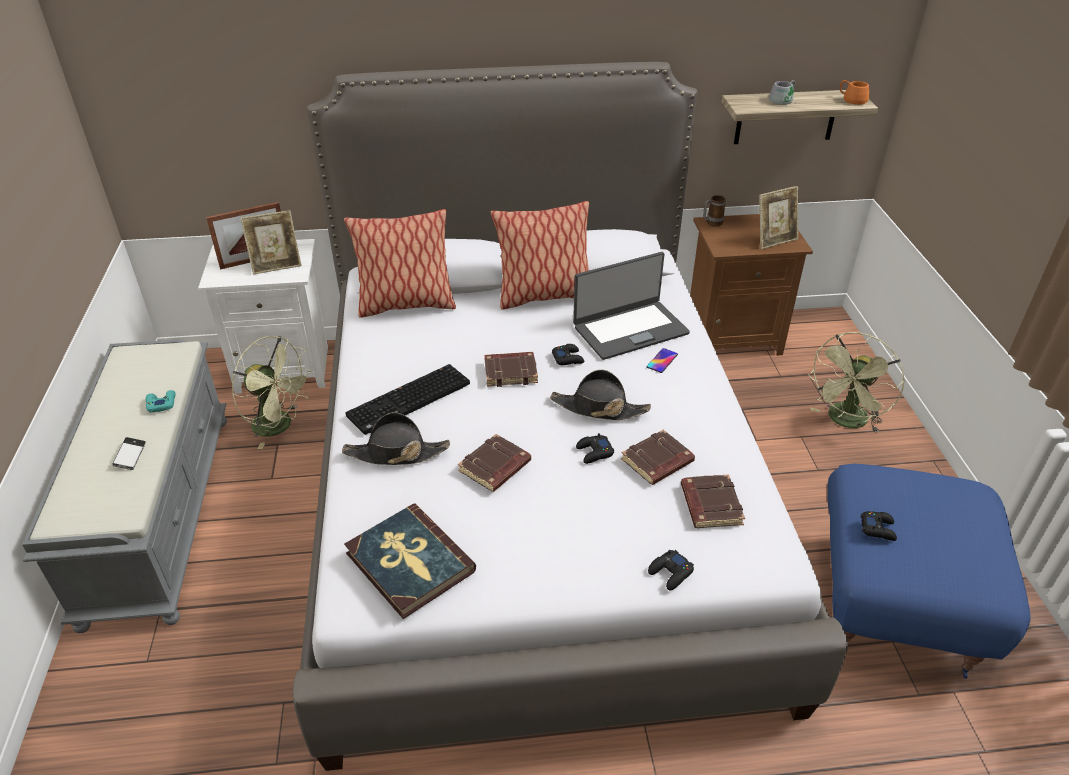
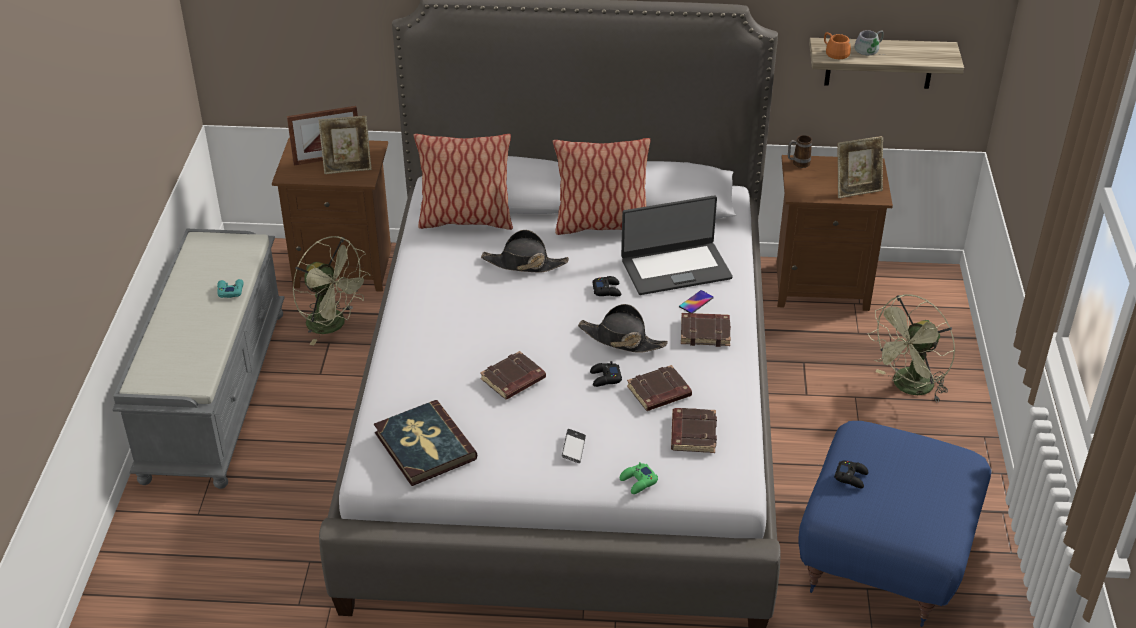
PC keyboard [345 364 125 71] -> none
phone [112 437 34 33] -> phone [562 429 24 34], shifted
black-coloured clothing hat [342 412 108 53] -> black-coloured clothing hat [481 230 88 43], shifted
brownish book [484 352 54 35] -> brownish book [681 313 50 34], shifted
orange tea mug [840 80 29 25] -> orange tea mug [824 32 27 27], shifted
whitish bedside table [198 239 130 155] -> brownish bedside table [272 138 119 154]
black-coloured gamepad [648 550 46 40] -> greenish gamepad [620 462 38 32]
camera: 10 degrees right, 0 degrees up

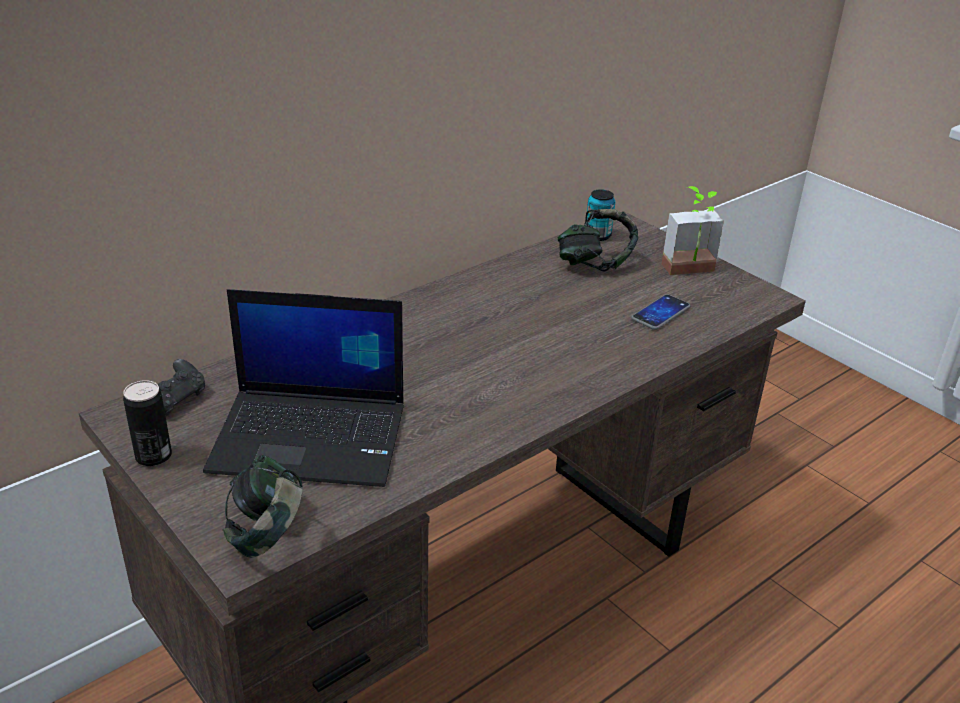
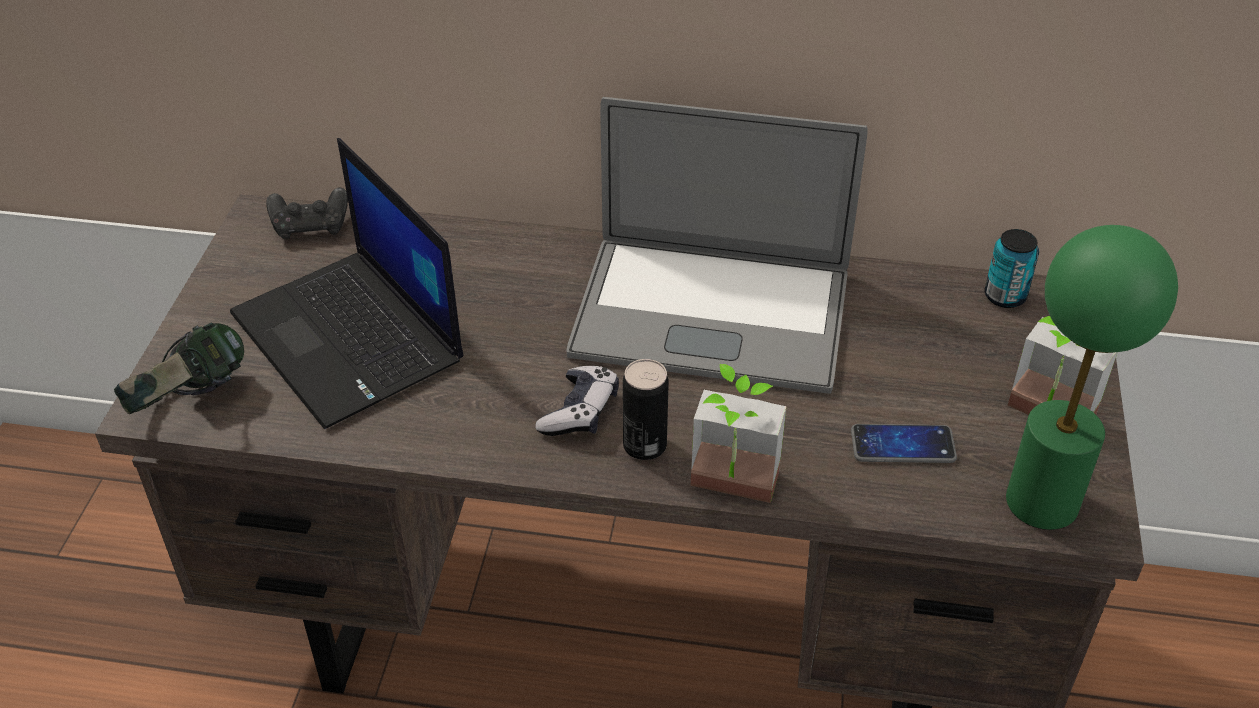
headphones [558 209 80 62] -> none
none -> gamepad [535 366 84 70]
none -> laptop [567 97 301 297]
none -> houseplant [691 364 96 139]
none -> greenish lamp for a table [1006 225 172 305]
can [123 380 49 86] -> can [623 359 46 101], shifted
camera: 50 degrees right, 10 degrees up

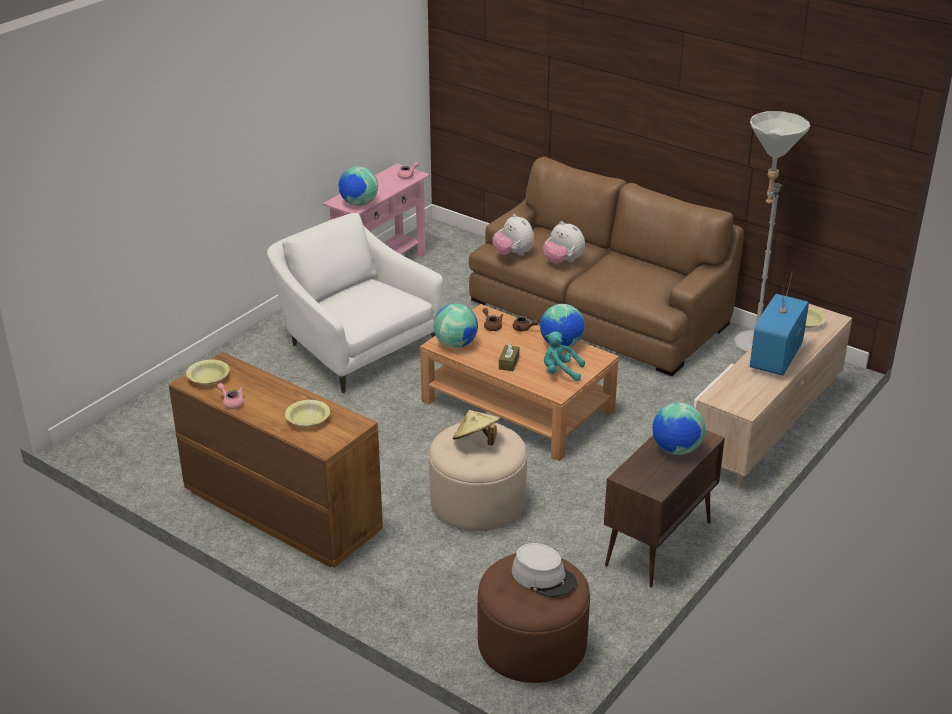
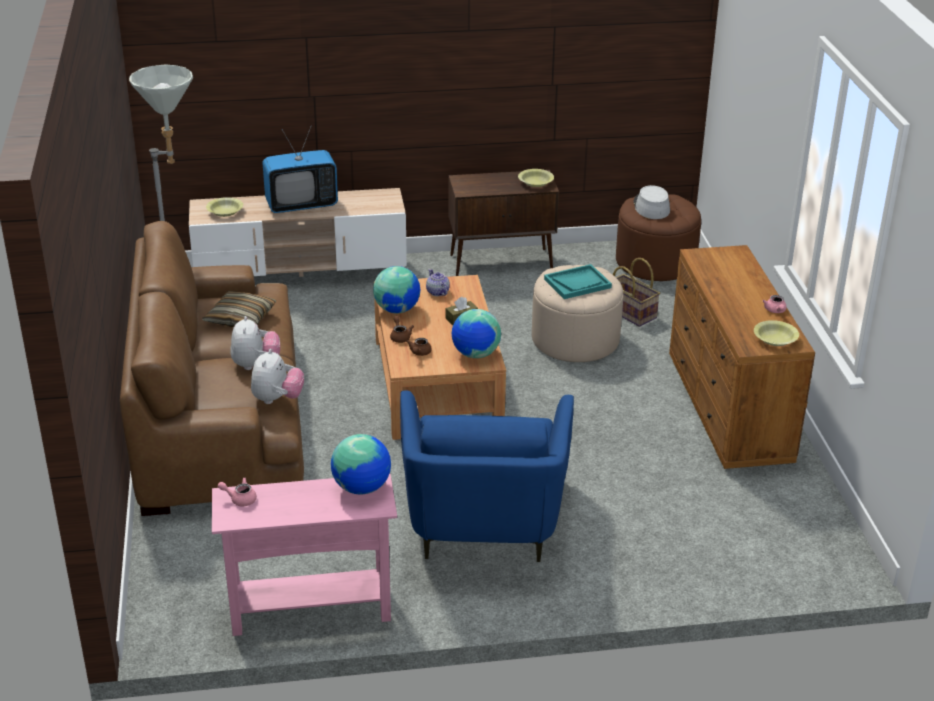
globe [652 402 53 53] -> none
none -> pillow [202 291 74 37]
none -> household basket [613 258 47 69]
yellow deep dish [285 400 45 27] -> yellow deep dish [518 169 36 18], shifted
sand-coloured clothing hat [453 410 47 36] -> blue-green tray [544 264 68 35]
blue-green plush toy [544 331 41 50] -> teapot [426 269 24 27]
whitish lounge chair [267 213 176 180] -> blue lounge chair [400 391 174 171]
camera: 135 degrees left, 0 degrees up

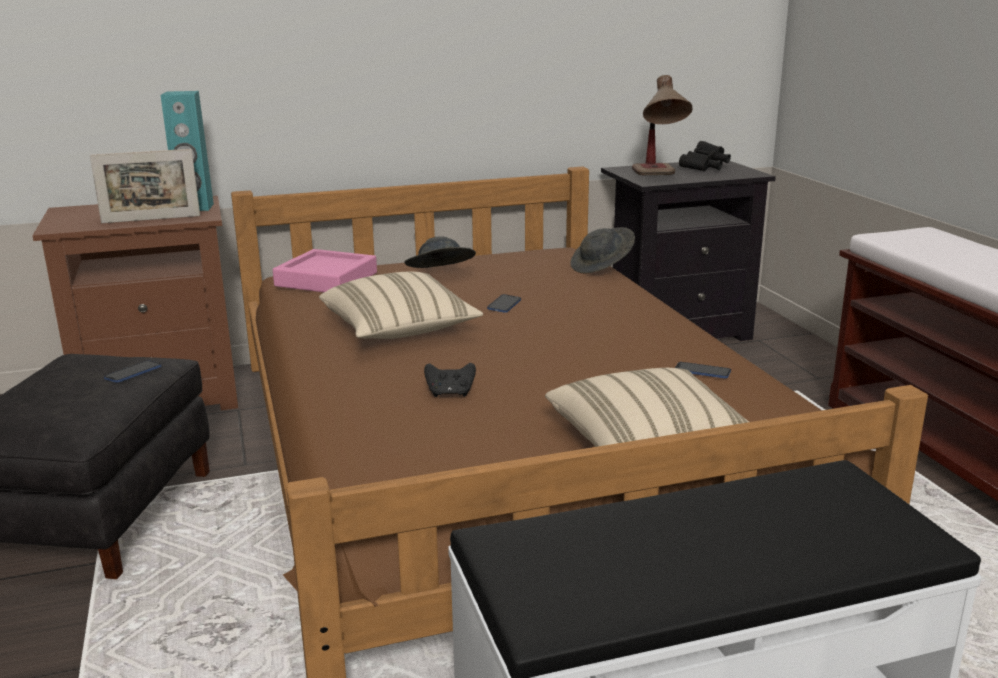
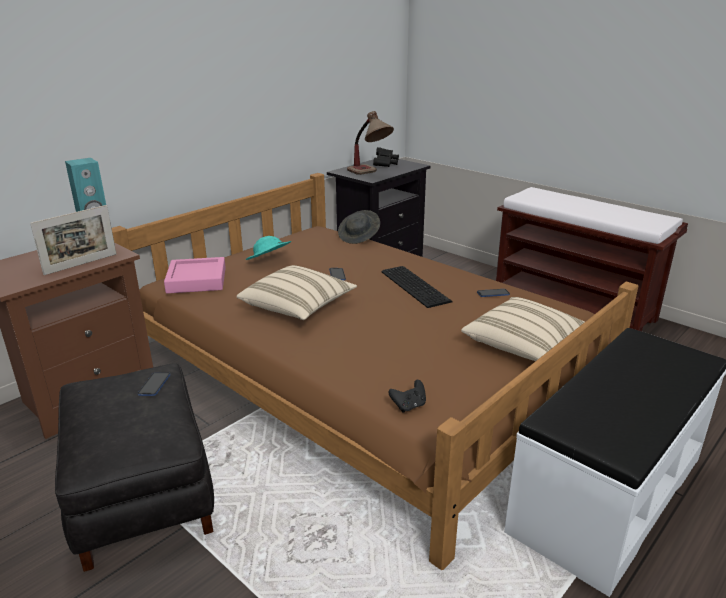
none -> PC keyboard [381 266 72 42]
black-coloured gamepad [424 363 52 34] -> black-coloured gamepad [388 380 38 32], shifted
grey clothing hat [405 236 71 32] -> blue-green clothing hat [246 236 45 24]
camera: 30 degrees left, 5 degrees up

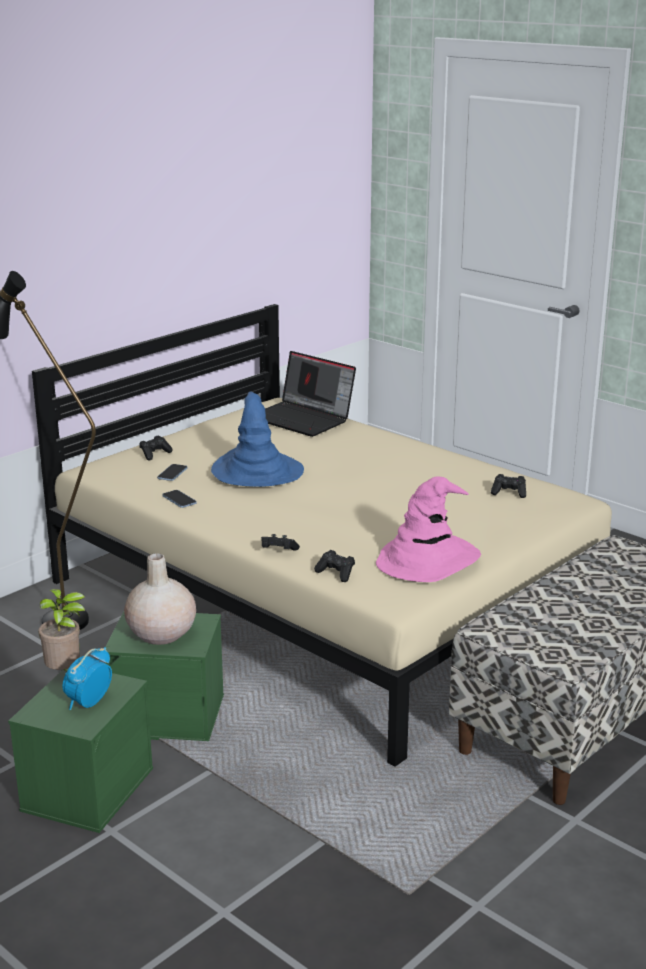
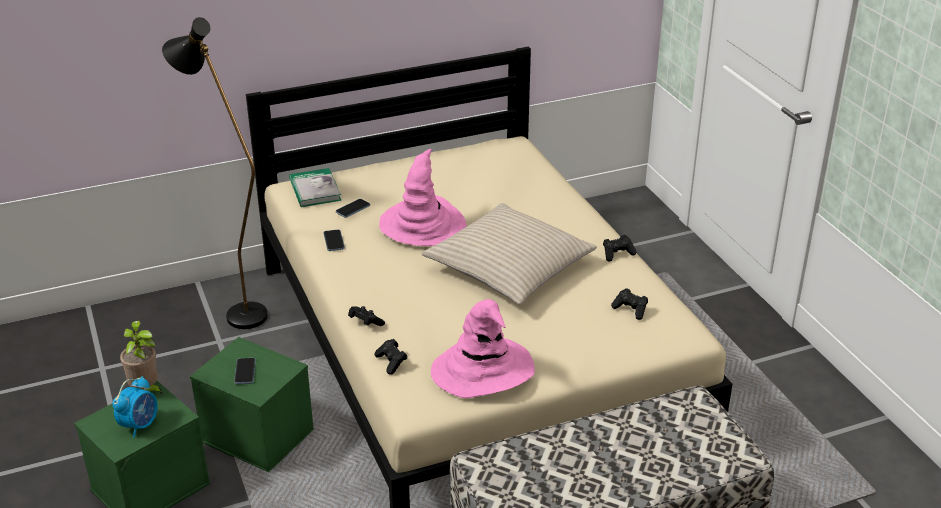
laptop [265 351 91 86] -> none
none -> book [289 168 52 39]
none -> sand-coloured pillow [421 203 176 101]
black-coloured gamepad [139 435 34 25] -> black-coloured gamepad [603 235 33 26], shifted
sand-coloured decorative vase [124 553 72 92] -> phone [234 358 22 26]
blue clothing hat [211 392 93 95] -> pinkish clothing hat [379 149 88 97]
bedside clock [62 647 50 63] -> bedside clock [112 376 46 62], 150 degrees clockwise
camera: 25 degrees right, 10 degrees up

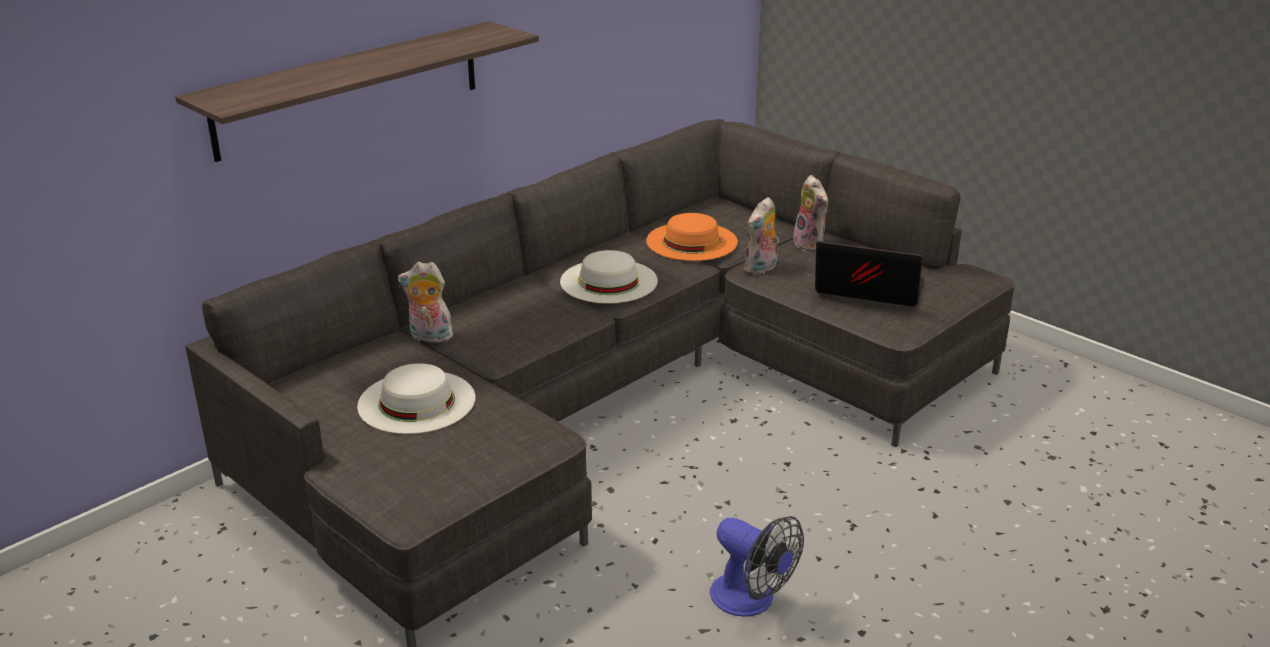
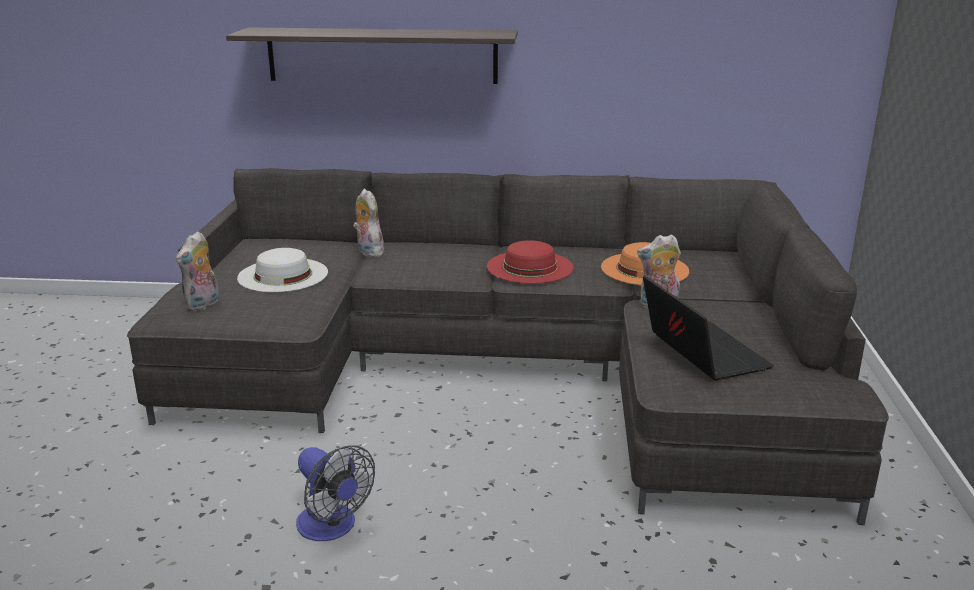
plush toy [793 175 35 76] -> plush toy [176 231 44 81], shifted
whitish clothing hat [560 250 98 54] -> reddish clothing hat [487 240 87 44]
fan [710 516 94 101] -> fan [296 446 79 95], 45 degrees counterclockwise
camera: 50 degrees right, 5 degrees down

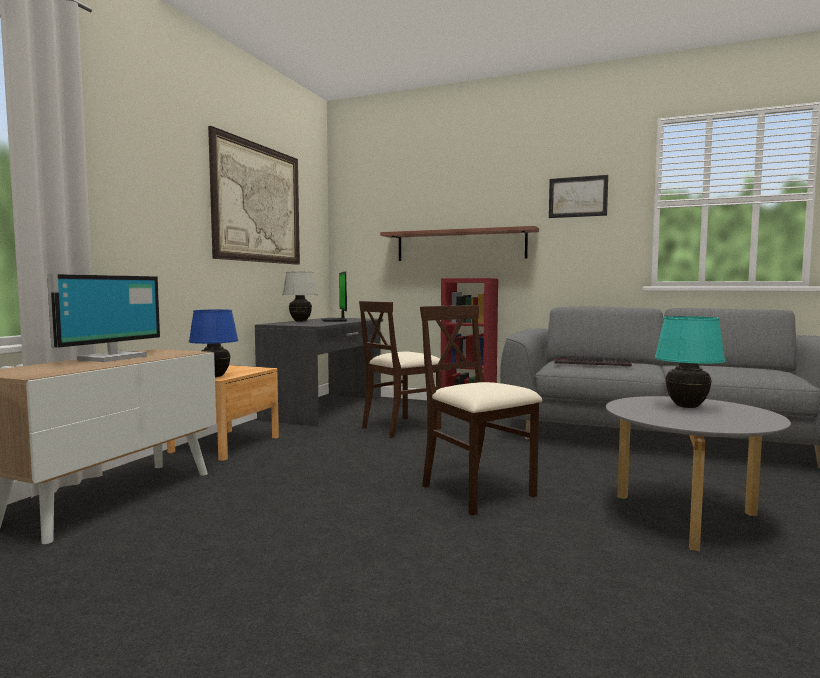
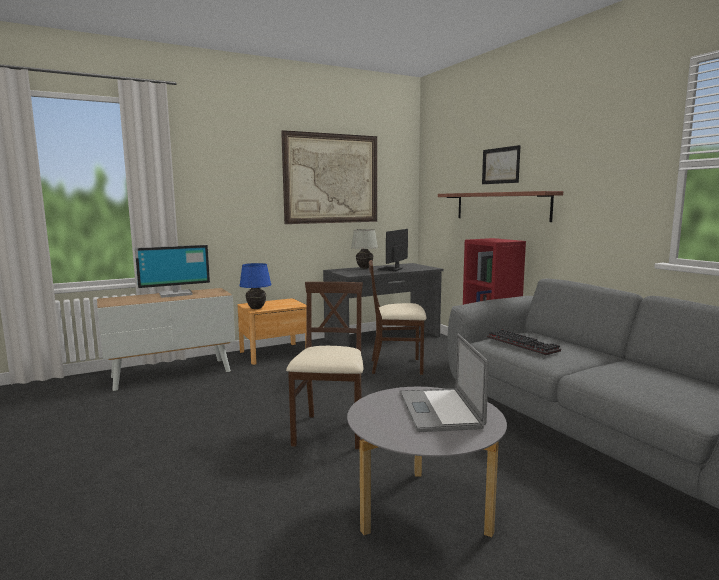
wall art [549 175 59 43] -> wall art [482 145 39 39], shifted
blue-green lamp for a table [655 316 71 92] -> laptop [400 334 89 98]
camera: 40 degrees right, 5 degrees up

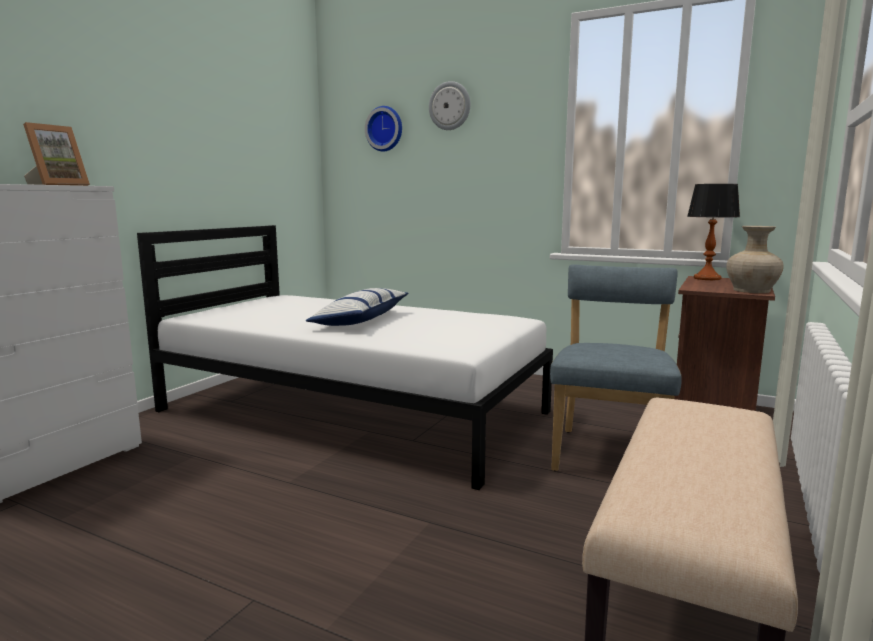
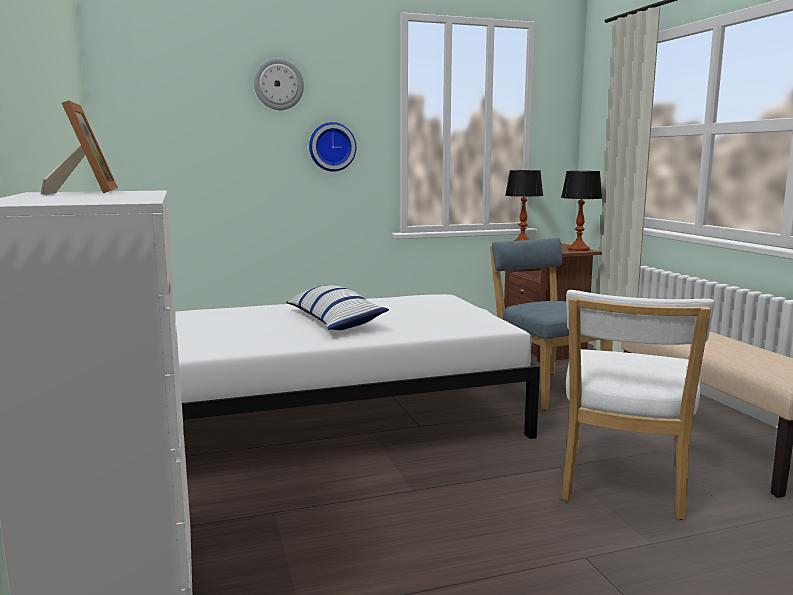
none -> whitish chair [562 290 153 230]
hanging clock [365 106 37 46] -> hanging clock [309 122 47 50], shifted
sand-coloured decorative vase [727 226 57 67] -> lamp for a table [561 171 41 80]
camera: 45 degrees left, 0 degrees up

